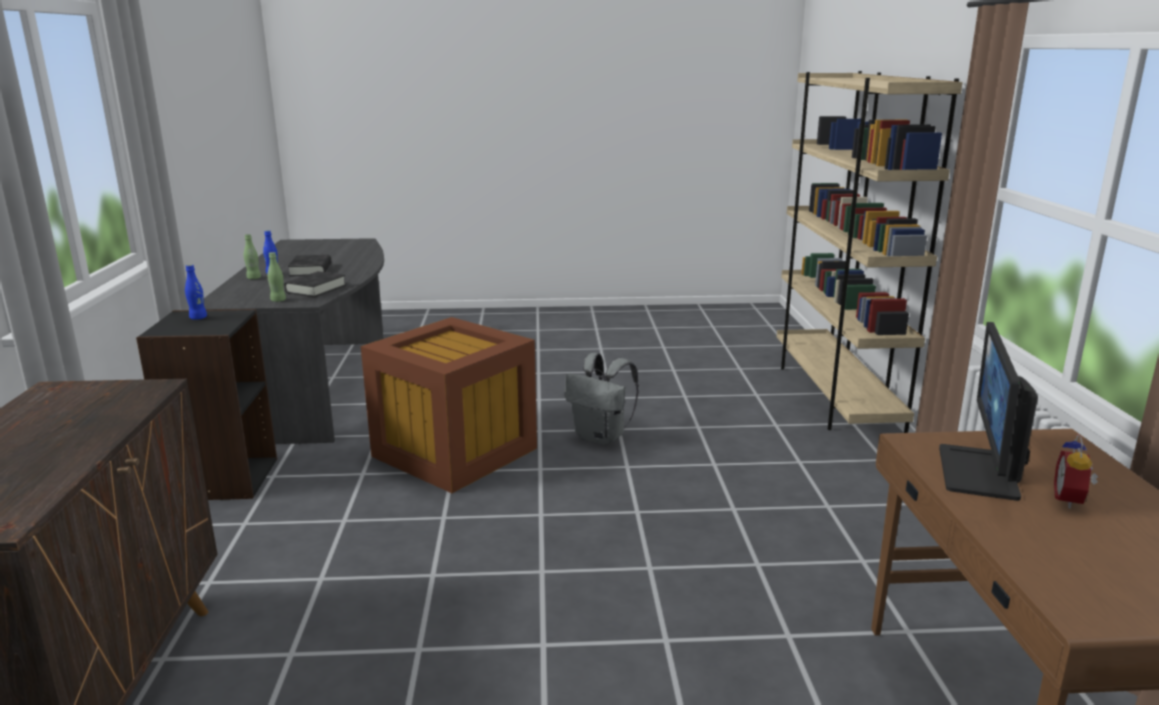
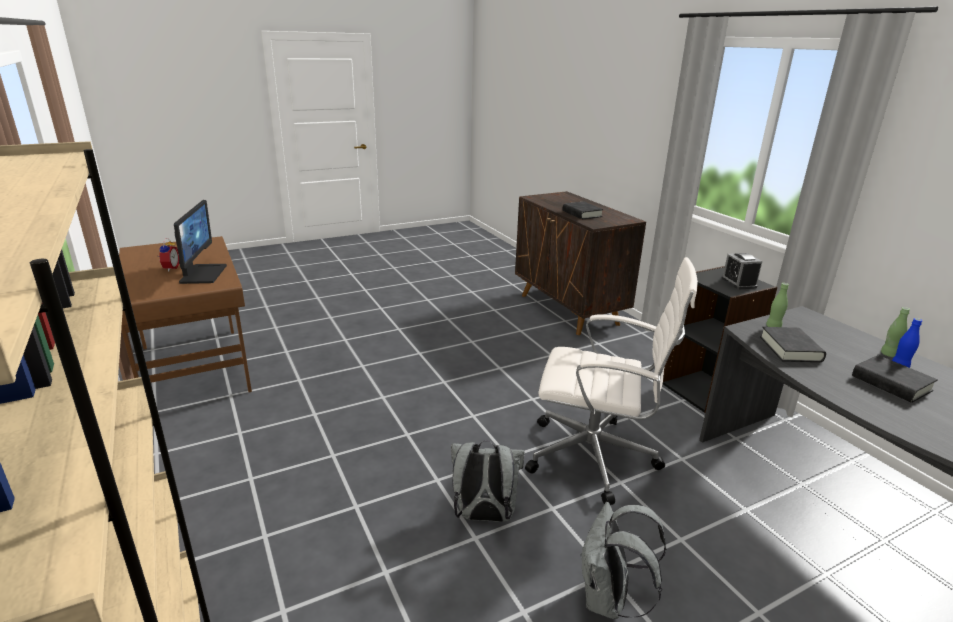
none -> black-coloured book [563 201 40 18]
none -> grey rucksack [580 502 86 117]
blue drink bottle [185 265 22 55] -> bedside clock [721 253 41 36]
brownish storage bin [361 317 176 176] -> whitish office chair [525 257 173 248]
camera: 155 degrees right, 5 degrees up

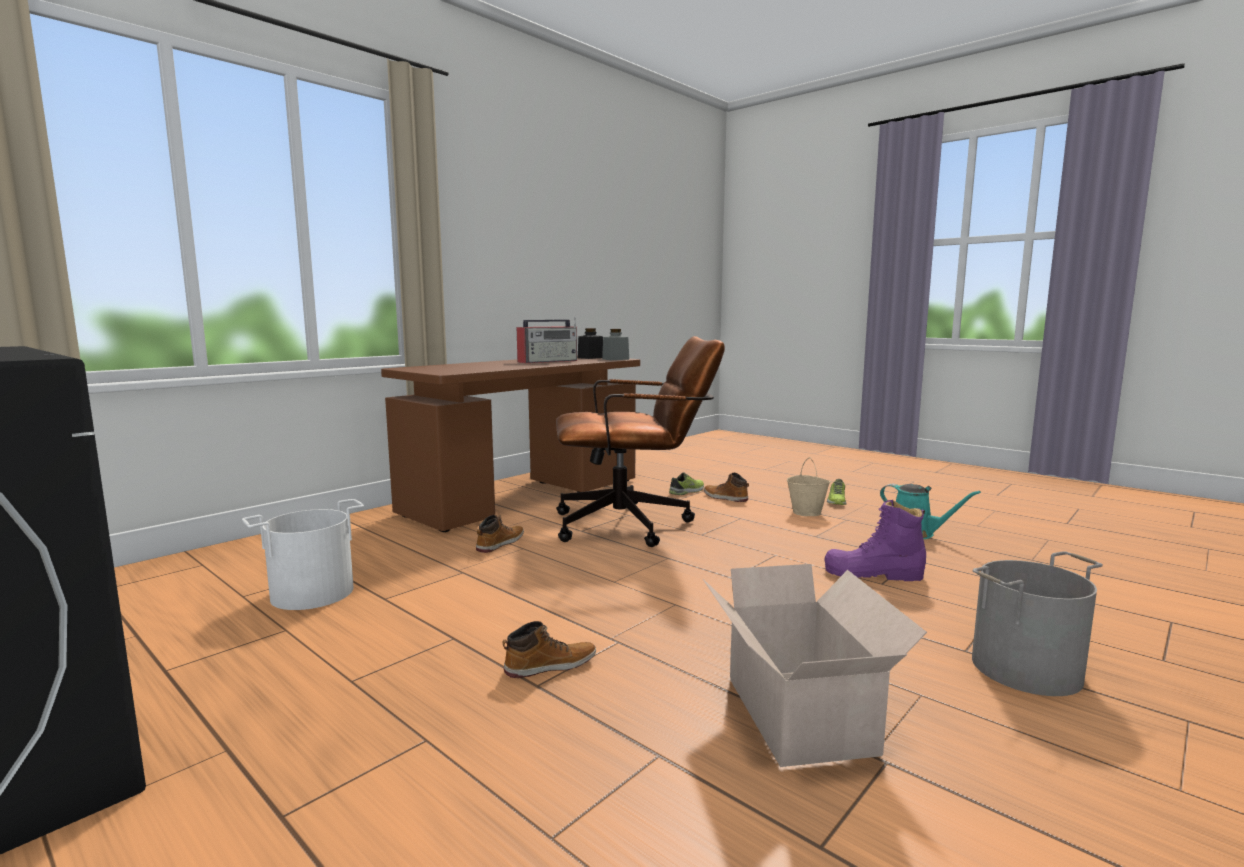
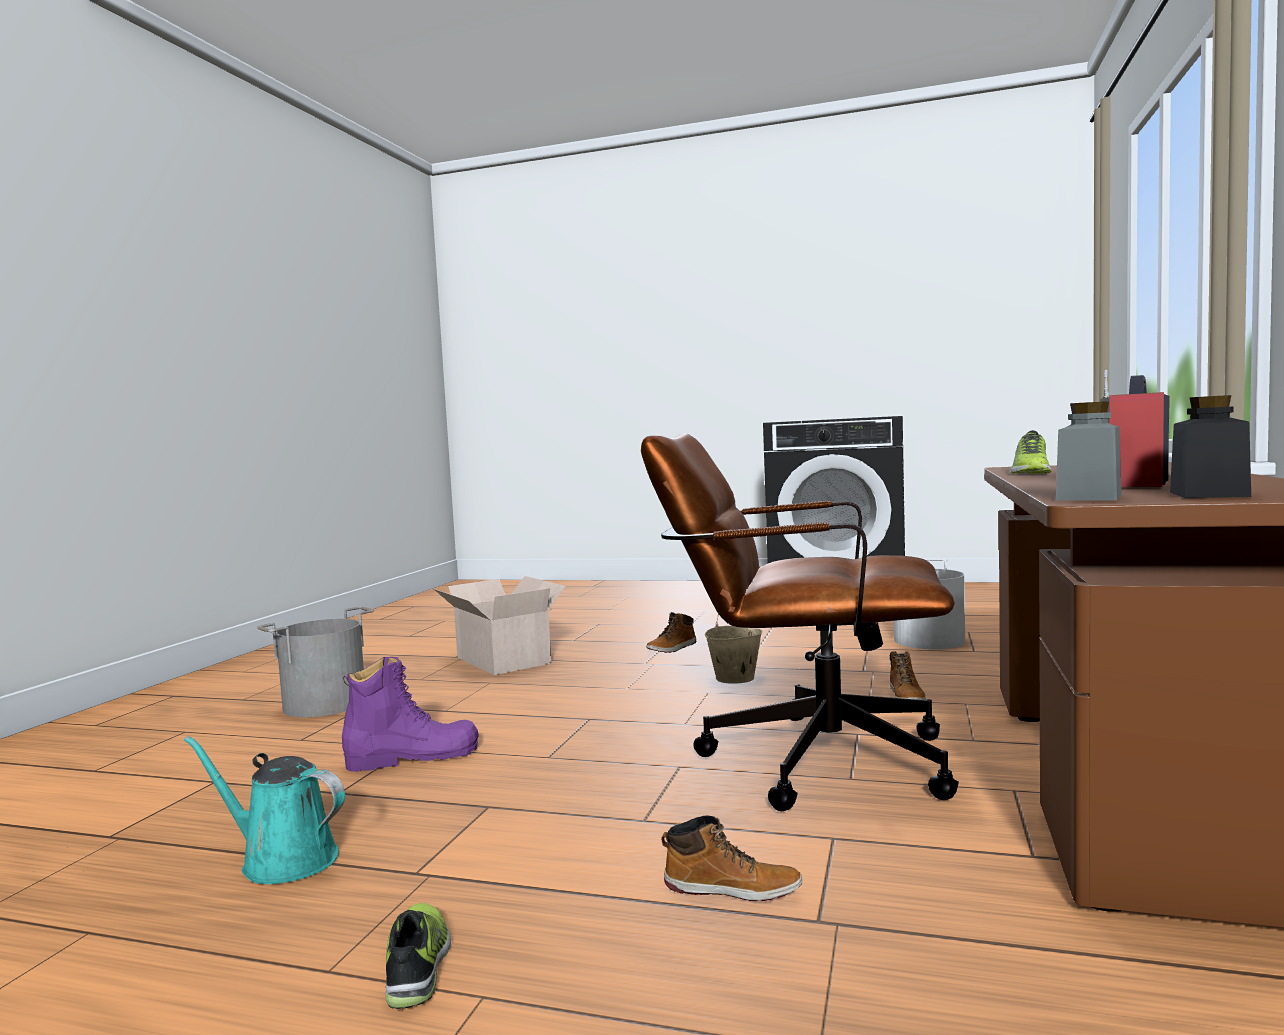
shoe [669 472 35 23] -> shoe [1010 430 42 44], shifted
sand-coloured water bucket [787 457 43 59] -> sand-coloured water bucket [705 614 58 70], shifted
brownish office chair [556 336 169 211] -> brownish office chair [641 433 318 378], 45 degrees clockwise
camera: 155 degrees right, 5 degrees down

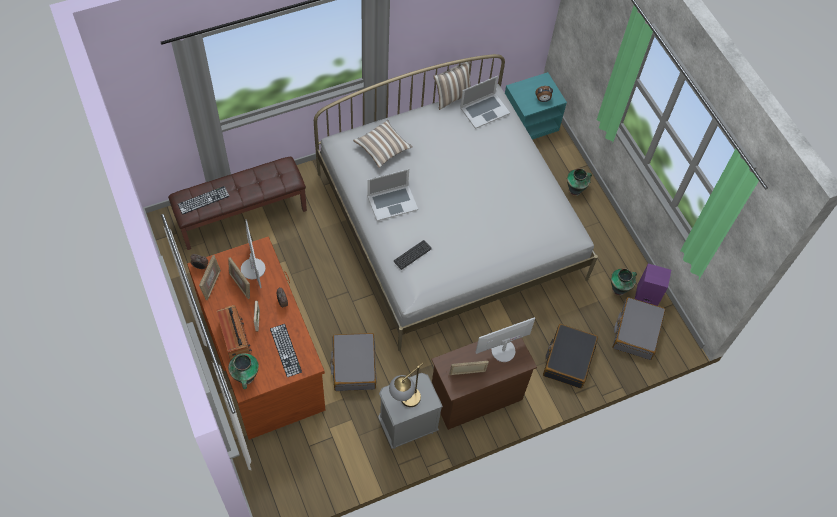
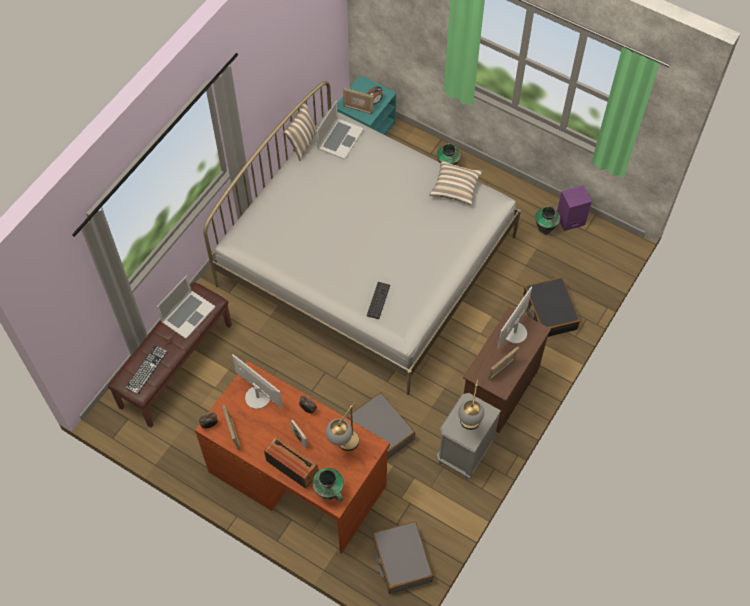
picture frame [228 257 22 42] -> picture frame [343 88 31 26], shifted
pillow [353 120 60 48] -> pillow [429 160 54 45], shifted
laptop [367 169 51 52] -> laptop [157 275 58 64], shifted
grey piece of luggage [612 297 54 63] -> grey piece of luggage [373 521 60 73], shifted
PC keyboard [270 324 32 53] -> lamp for a table [325 401 34 50]
camera: 30 degrees left, 0 degrees up

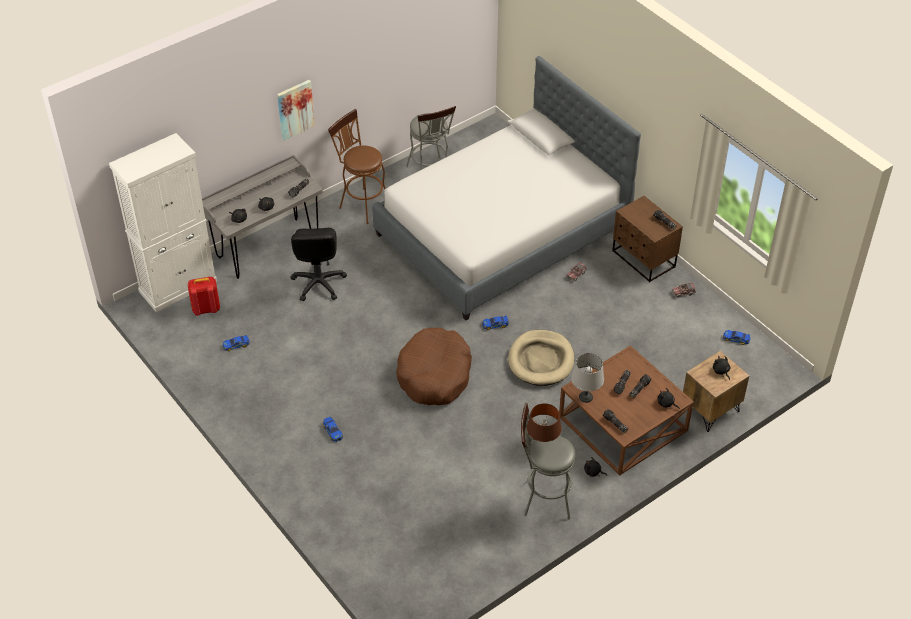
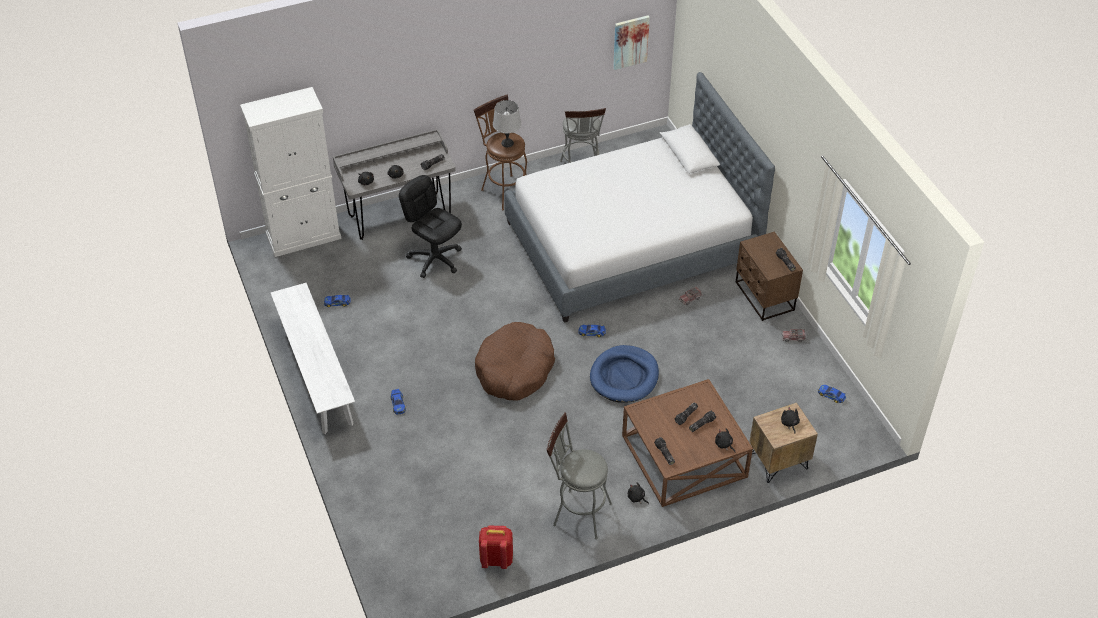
brownish lamp for a table [527 403 35 39] -> none
none -> whitish indoor bench [271 283 84 151]
reddish rucksack [188 277 32 39] -> reddish rucksack [479 526 34 43], shifted
wall art [277 80 38 60] -> wall art [613 15 37 55], shifted
grey lamp for a table [571 353 33 50] -> grey lamp for a table [493 100 28 47], shifted
sand-coloured pet bed [508 330 66 56] -> blue pet bed [590 345 69 58]
black-coloured office chair [290 228 57 73] -> black-coloured office chair [399 175 63 103], 120 degrees clockwise
camera: 15 degrees right, 0 degrees up

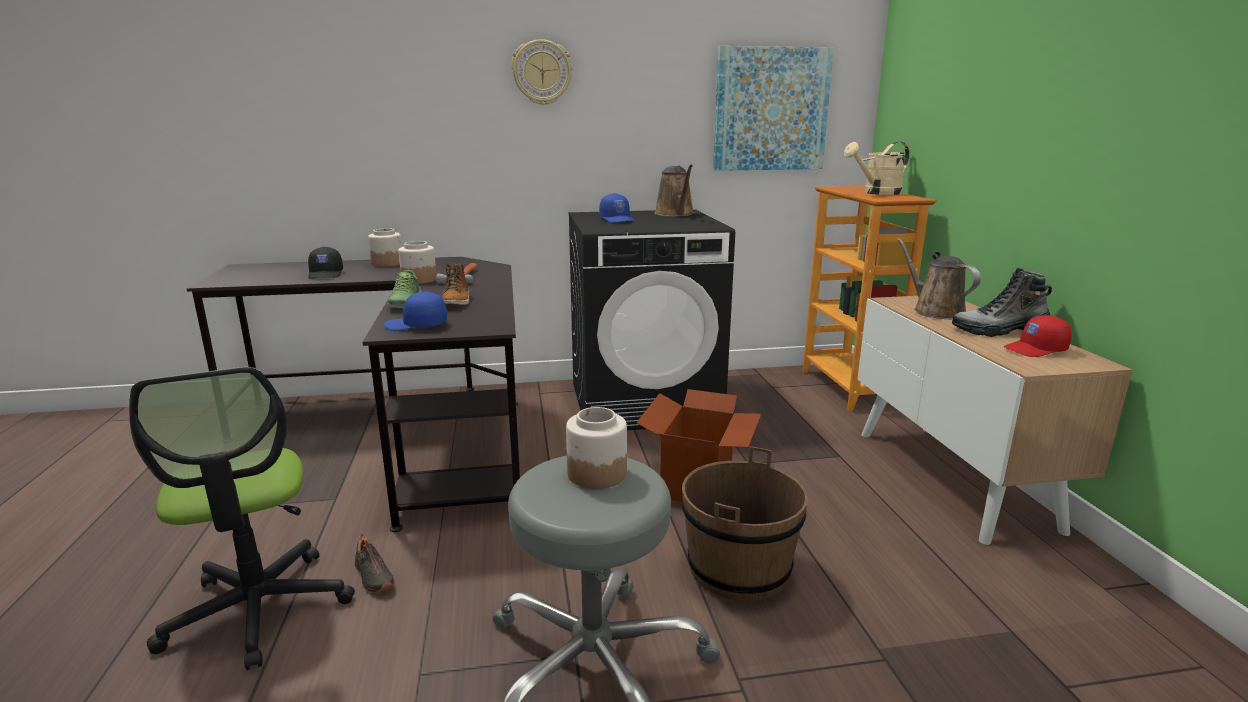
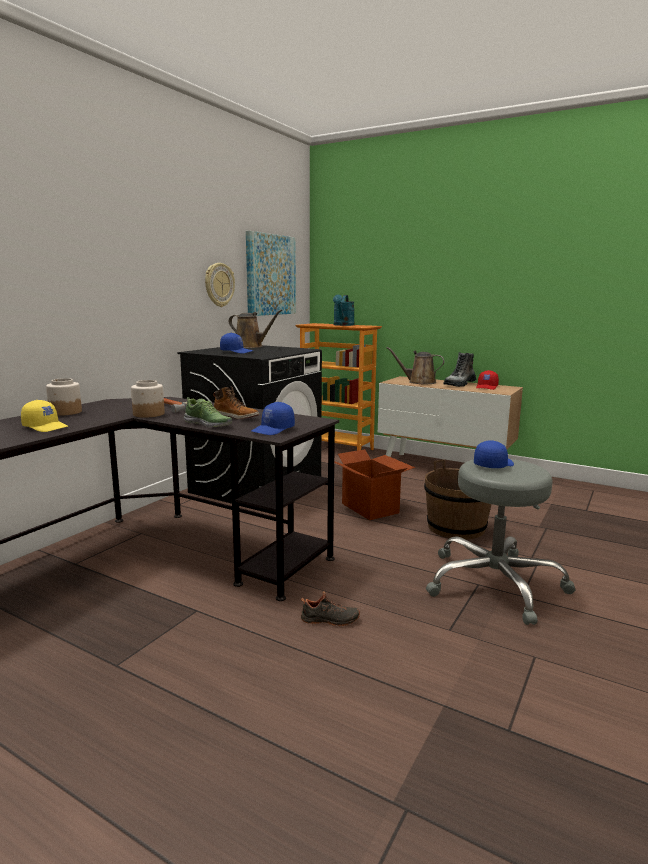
office chair [129 367 226 303] -> none
hanging clock [511 39 62 66] -> hanging clock [205 263 30 44], shifted
storage jar [566 407 61 82] -> blue baseball cap [474 440 40 28]
black-coloured baseball cap [308 247 35 32] -> yellow baseball cap [21 400 48 32]
sand-coloured watering can [844 142 65 53] -> blue-green watering can [333 295 22 31]
camera: 50 degrees left, 5 degrees down

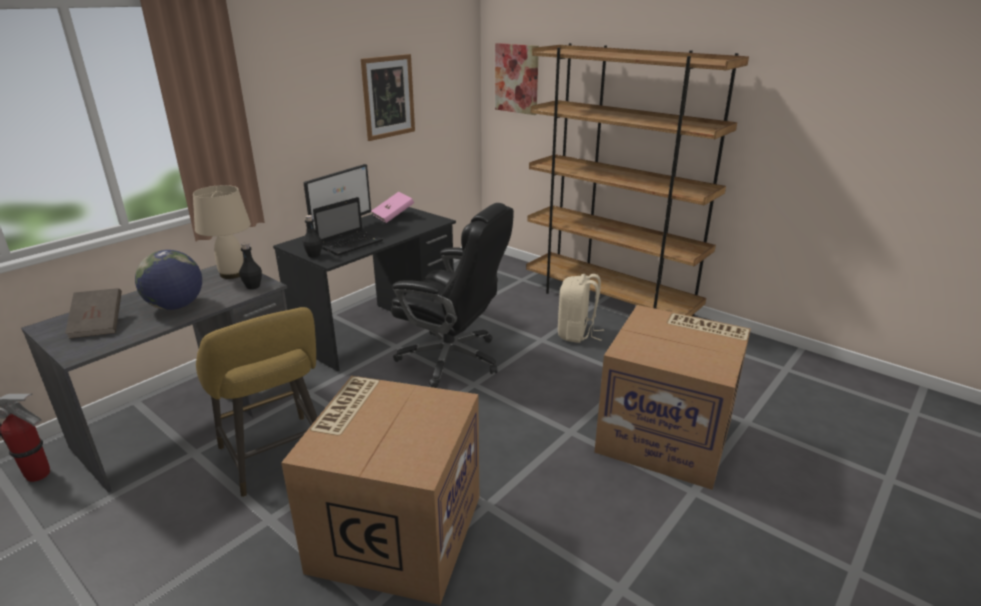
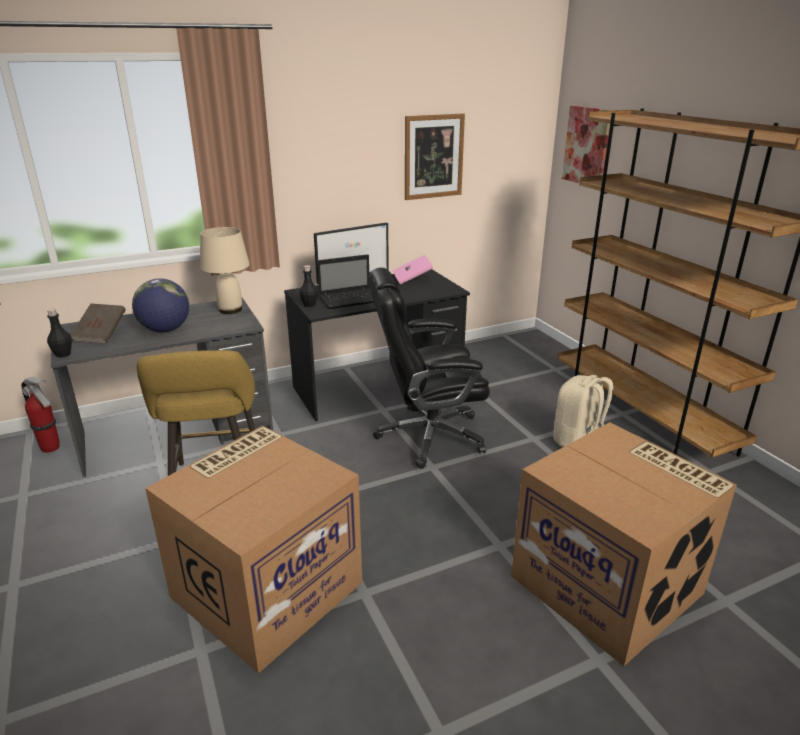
black-coloured drink bottle [239 242 23 47] -> black-coloured drink bottle [47 309 25 49], shifted
black-coloured office chair [391 203 123 185] -> black-coloured office chair [369 268 121 201], 120 degrees clockwise
camera: 25 degrees right, 0 degrees up

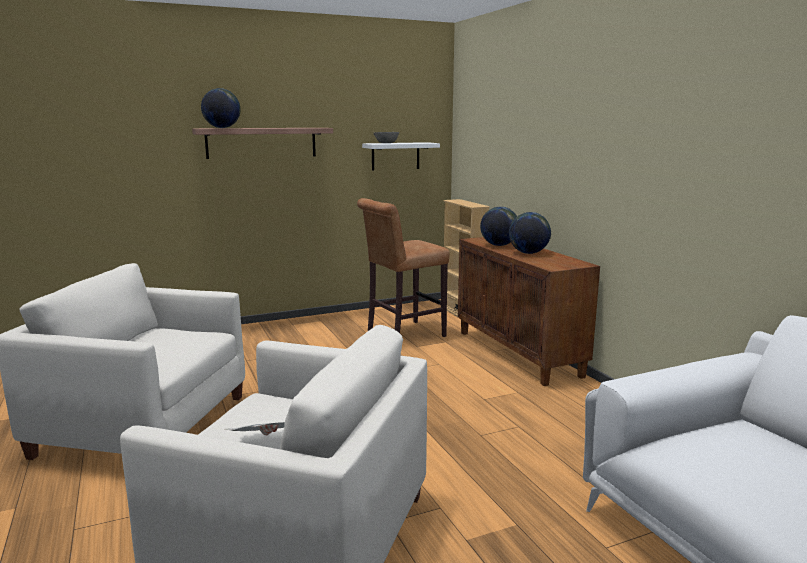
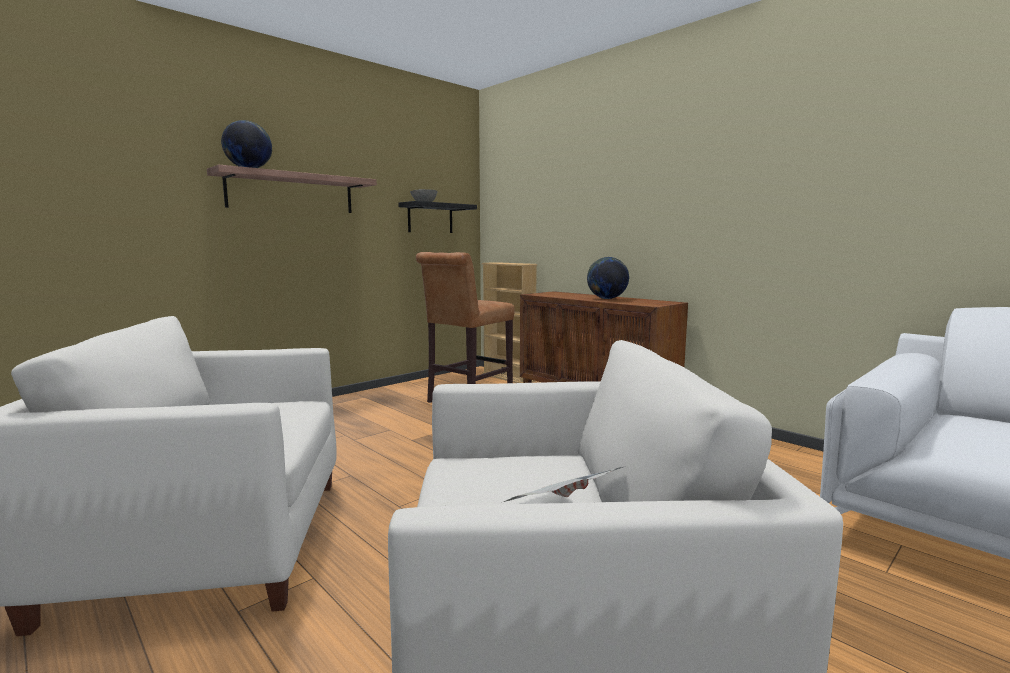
globe [480 207 37 39] -> none
whitish shelf [362 142 78 29] -> black-coloured shelf [398 201 79 32]
camera: 20 degrees left, 5 degrees down

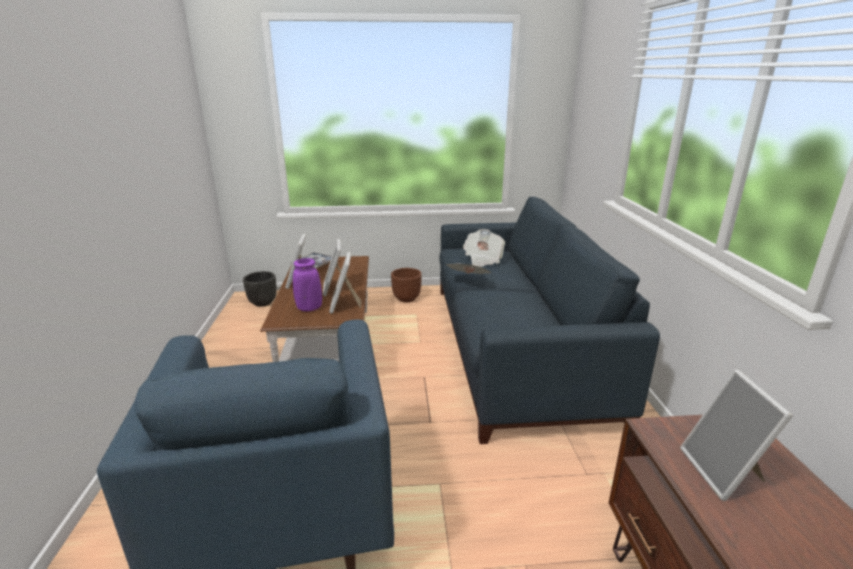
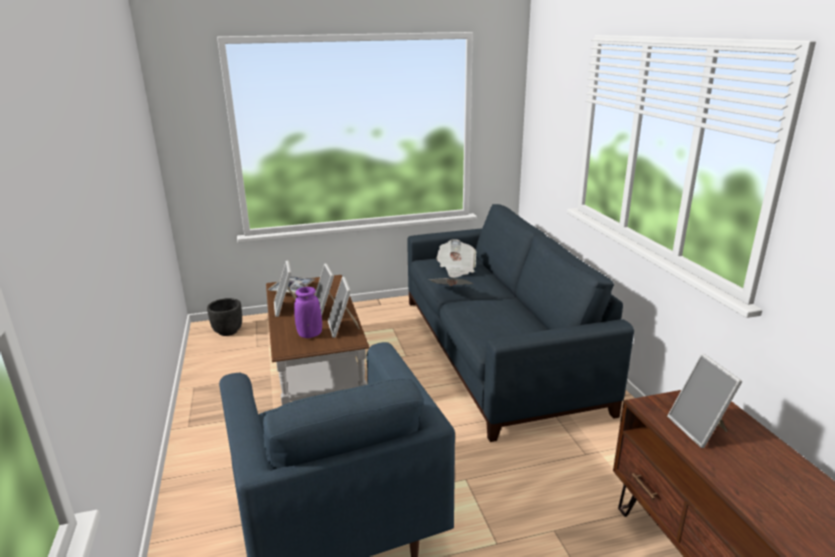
brownish flower pot [391 268 31 34] -> none
camera: 10 degrees left, 0 degrees up

